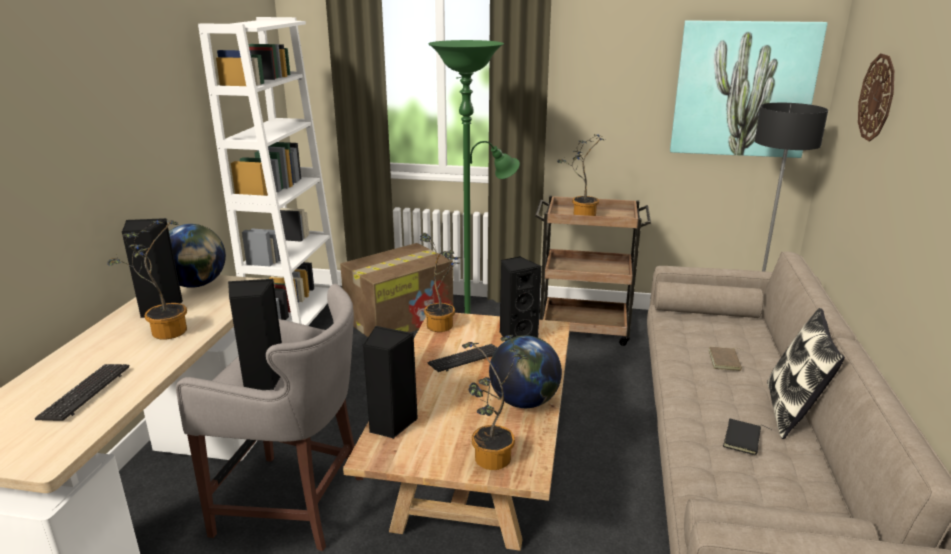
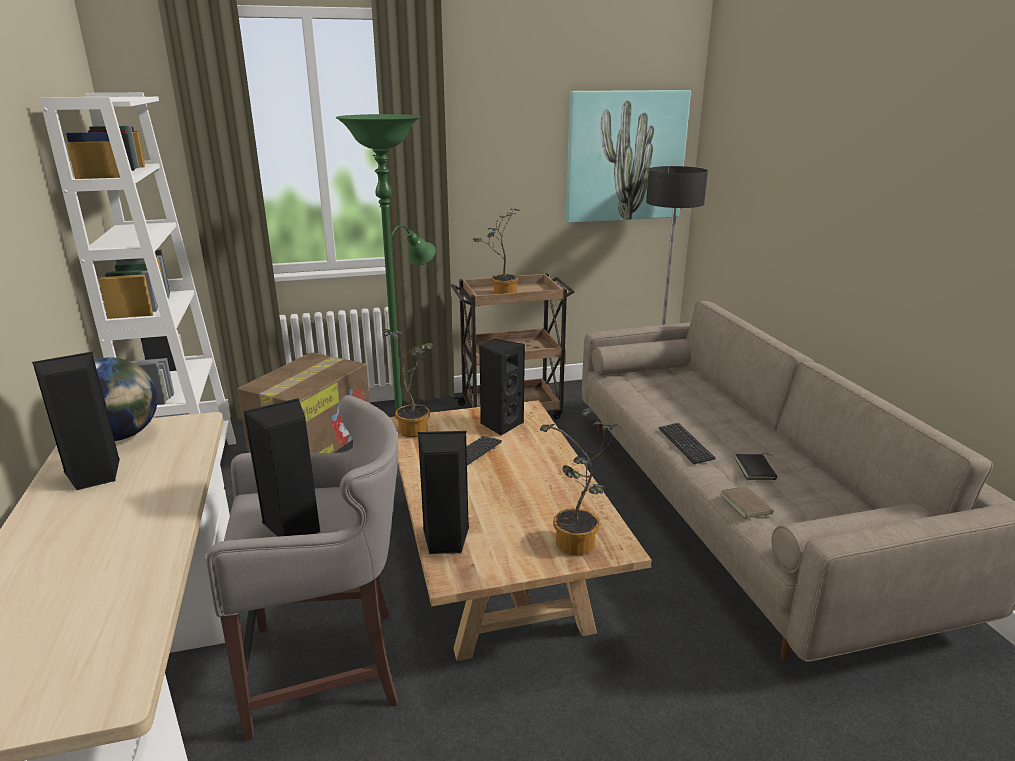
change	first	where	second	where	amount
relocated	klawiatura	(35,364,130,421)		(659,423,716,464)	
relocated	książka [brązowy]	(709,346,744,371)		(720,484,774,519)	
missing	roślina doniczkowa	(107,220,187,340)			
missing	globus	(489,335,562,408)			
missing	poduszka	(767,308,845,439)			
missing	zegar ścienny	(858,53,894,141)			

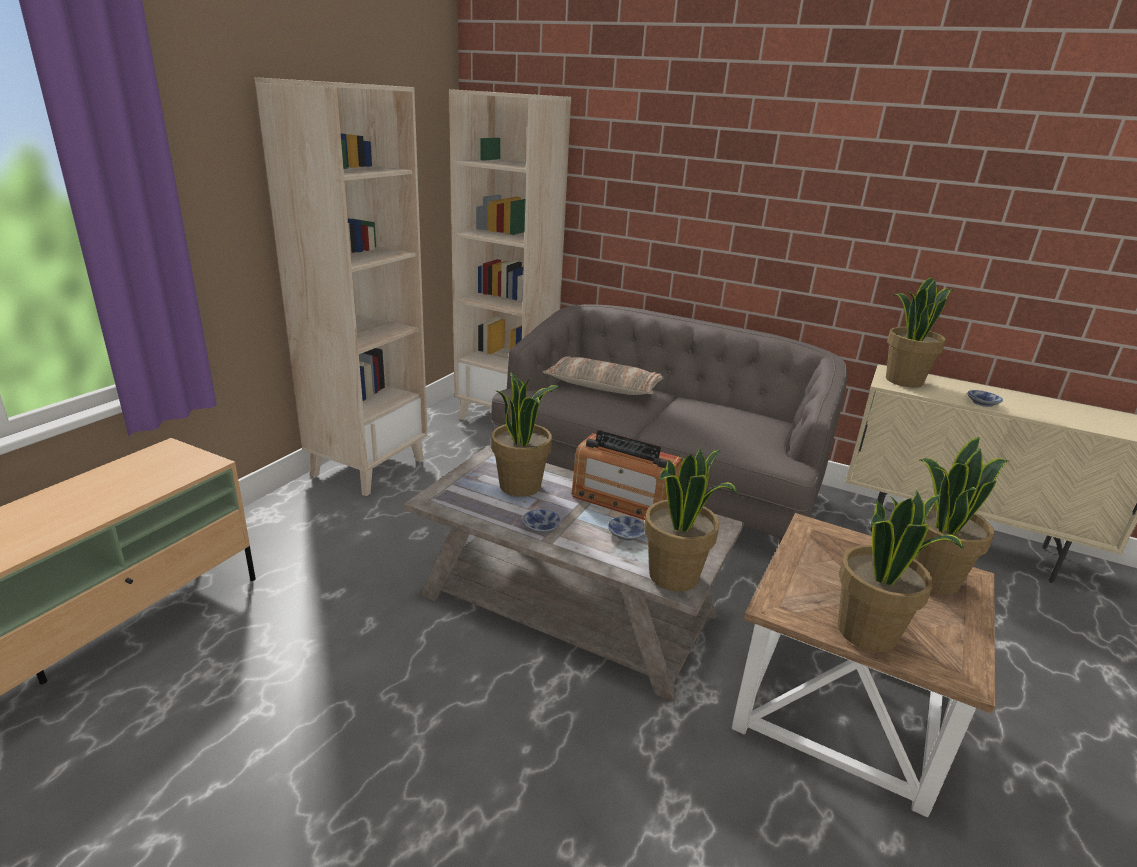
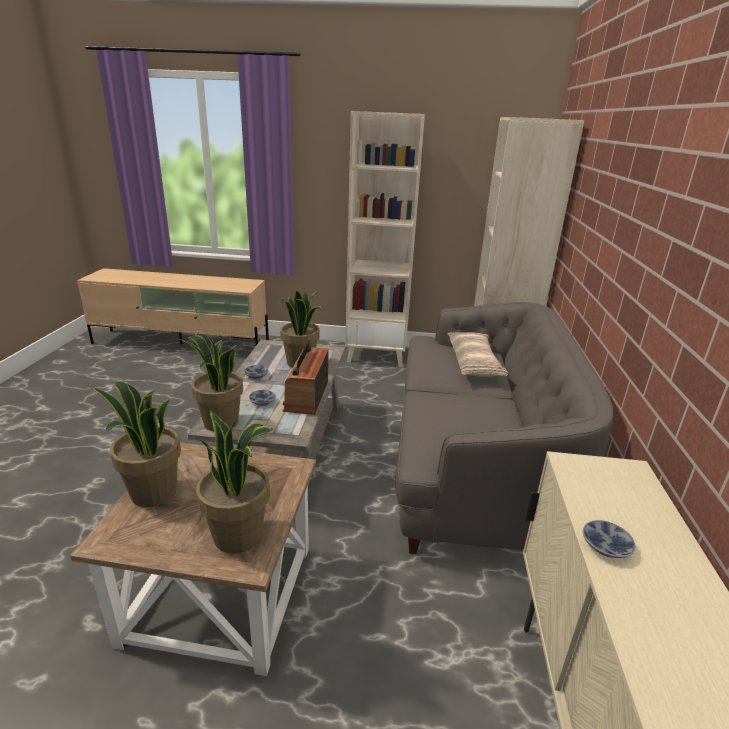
change	first	where	second	where	amount
missing	roślina doniczkowa	(886,277,953,388)			

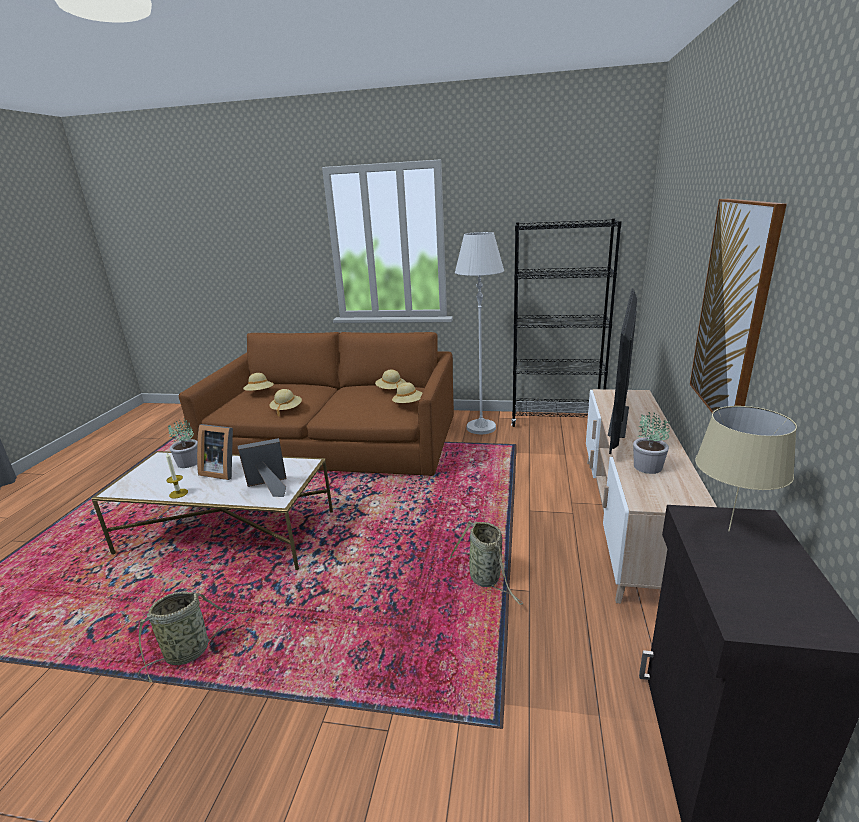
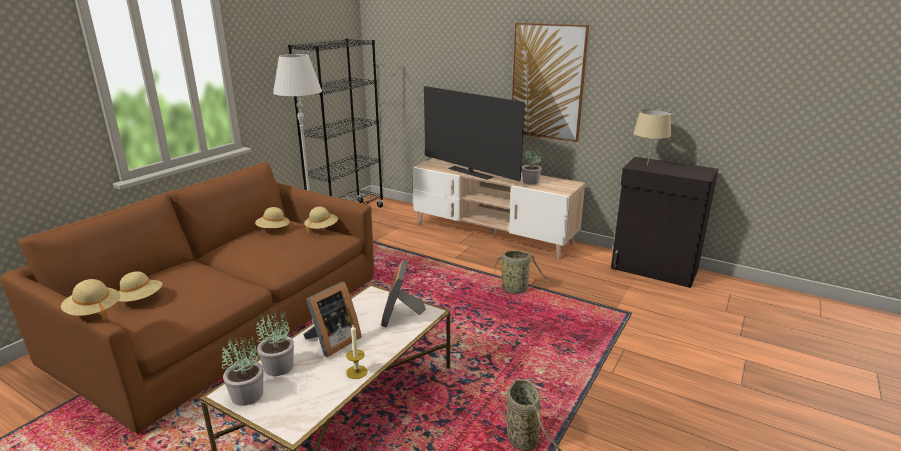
change	first	where	second	where	amount
relocated	kapelusz [beżowy]	(269,389,302,416)		(61,279,120,320)	
appeared			roślina doniczkowa	(221,334,263,406)	

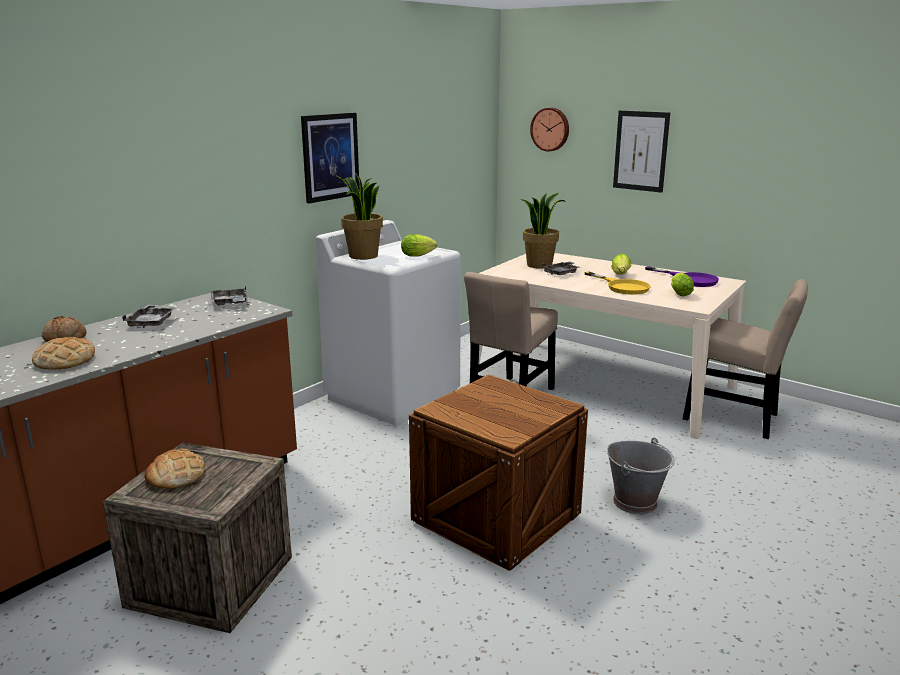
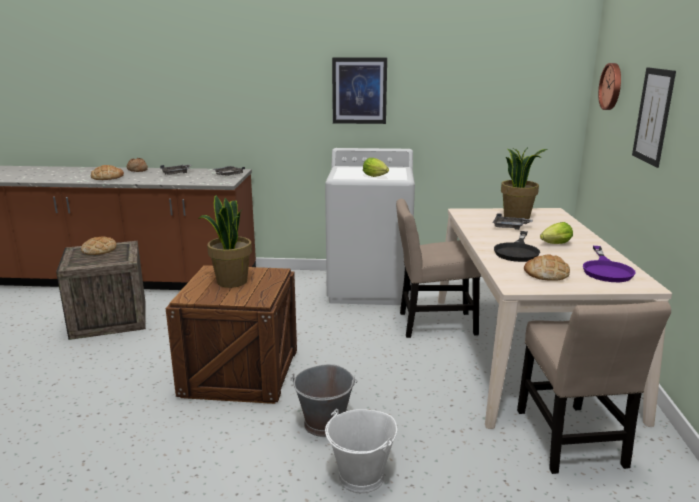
change	first	where	second	where	amount
relocated	roślina doniczkowa	(335,173,383,260)		(198,195,252,288)	
appeared			wiadro [biały]	(325,409,397,493)	
colour	patelnia [żółty]	(584,271,651,295)	patelnia [czarny]	(494,231,540,262)	
exchanged	sałata	(671,273,694,296)	chleb	(524,254,570,281)	

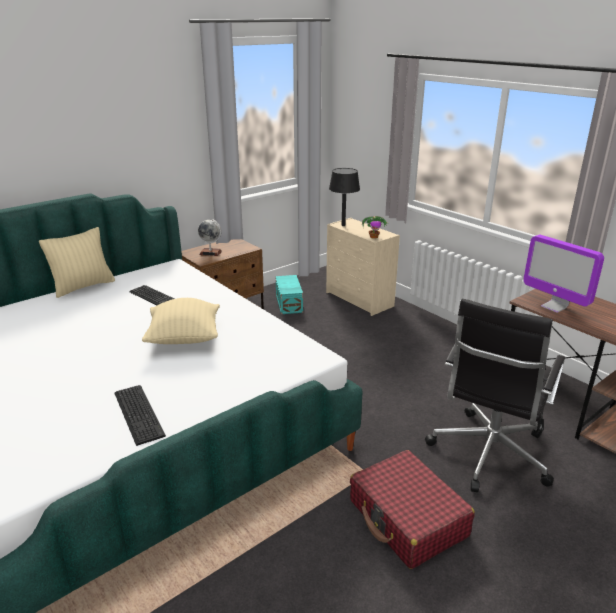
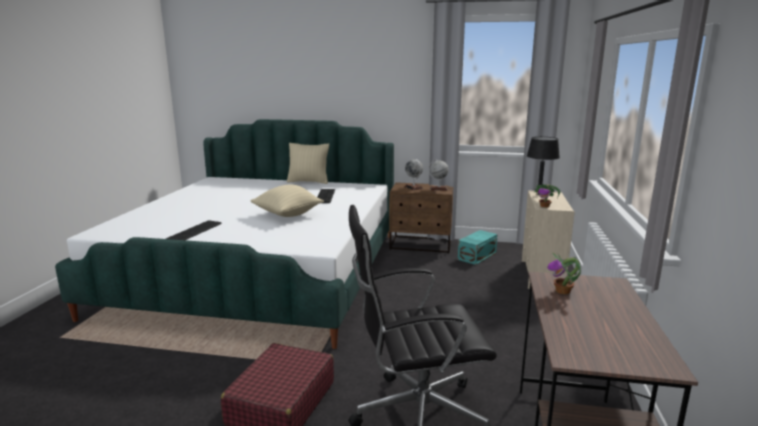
change	first	where	second	where	amount
appeared			globus	(429,160,449,191)	
exchanged	monitor	(523,235,604,313)	roślina doniczkowa	(547,253,581,294)	

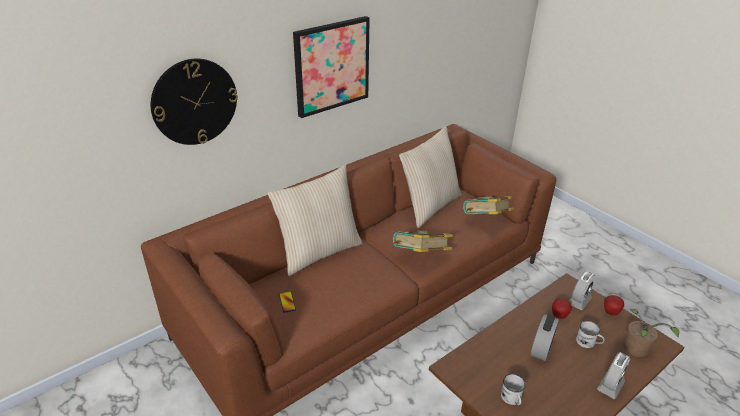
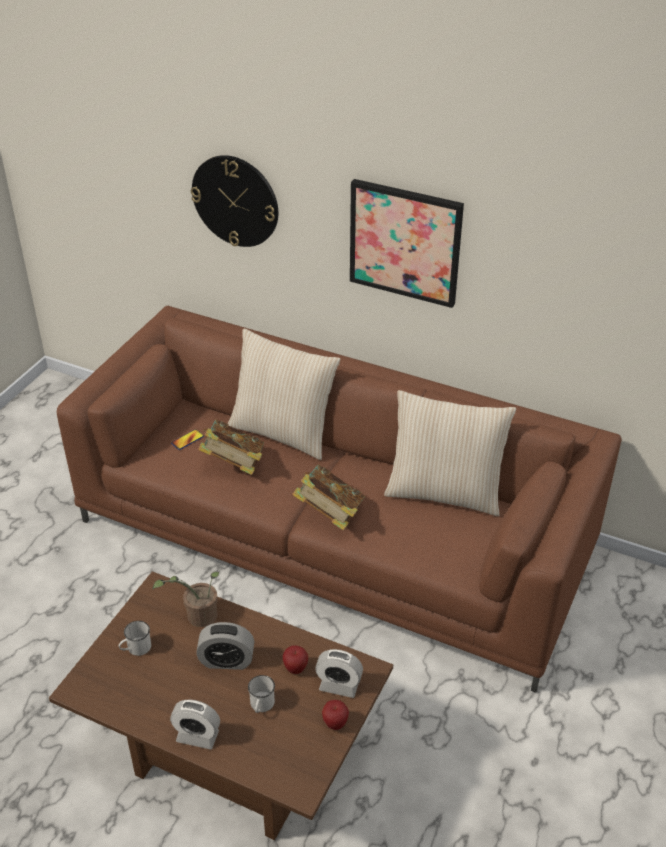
change	first	where	second	where	amount
relocated	roślina doniczkowa	(623,309,679,357)		(153,572,219,627)	
relocated	książka	(463,196,514,215)		(198,420,264,475)	

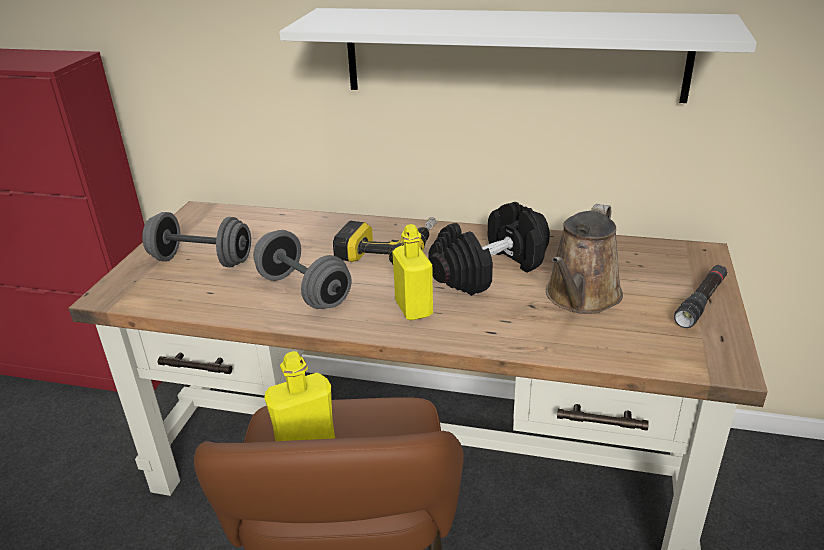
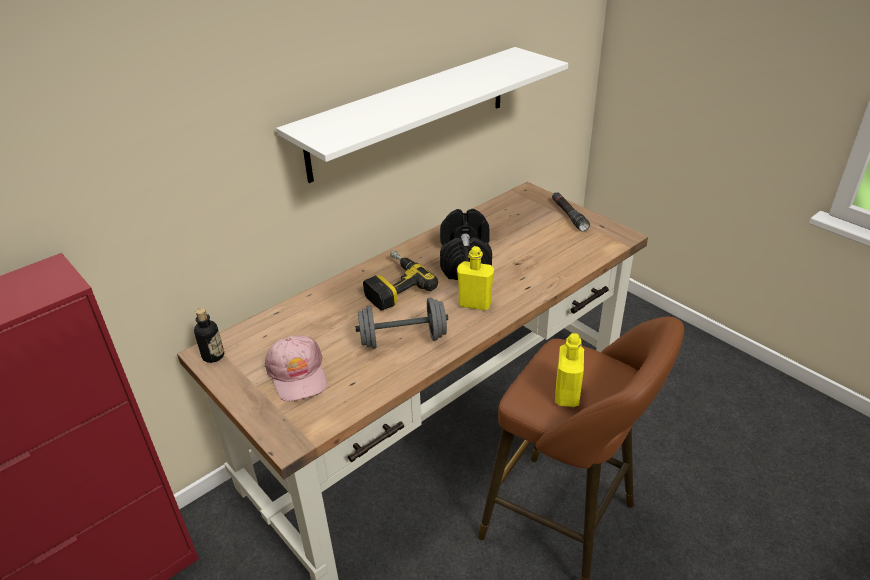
change	first	where	second	where	amount
appeared			butelka	(194,308,224,363)	
exchanged	hantel [szary]	(142,212,251,267)	czapka z daszkiem [różowy]	(264,335,327,402)	
missing	konewka [brązowy]	(546,204,623,314)			

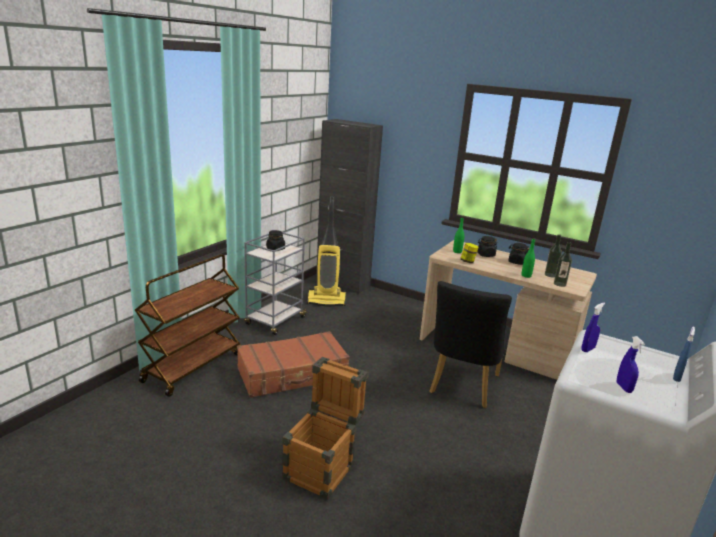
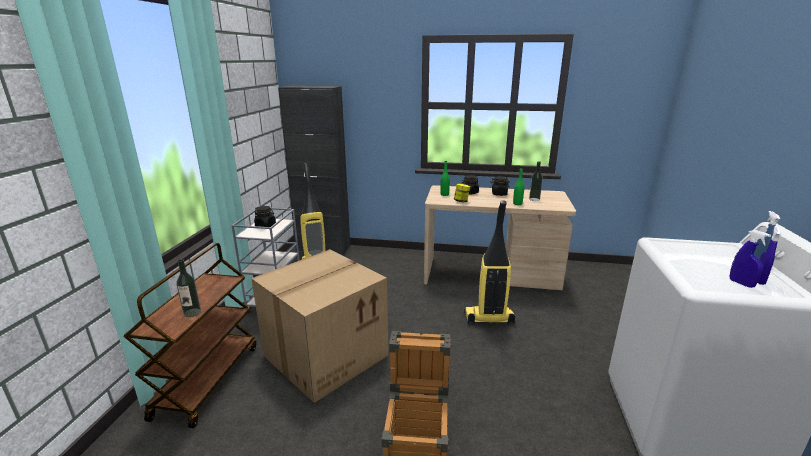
change	first	where	second	where	amount
relocated	butelka	(554,242,572,287)		(176,259,201,317)	
exchanged	walizka [brązowy]	(237,331,350,398)	karton	(251,249,388,403)	
exchanged	krzesło [czarny]	(429,281,512,408)	odkurzacz	(464,200,515,324)	
relocated	spryskiwacz [niebieski]	(581,303,605,352)		(758,226,780,285)	

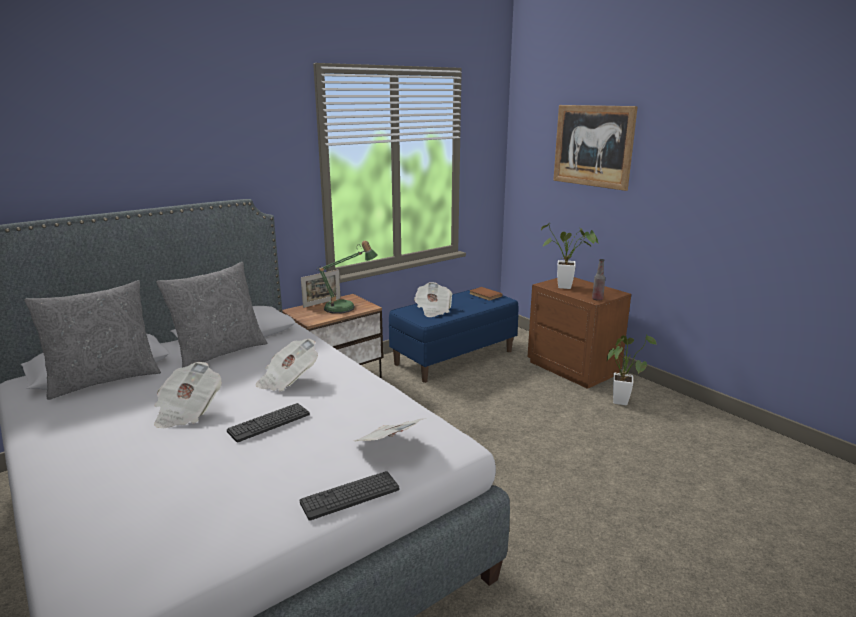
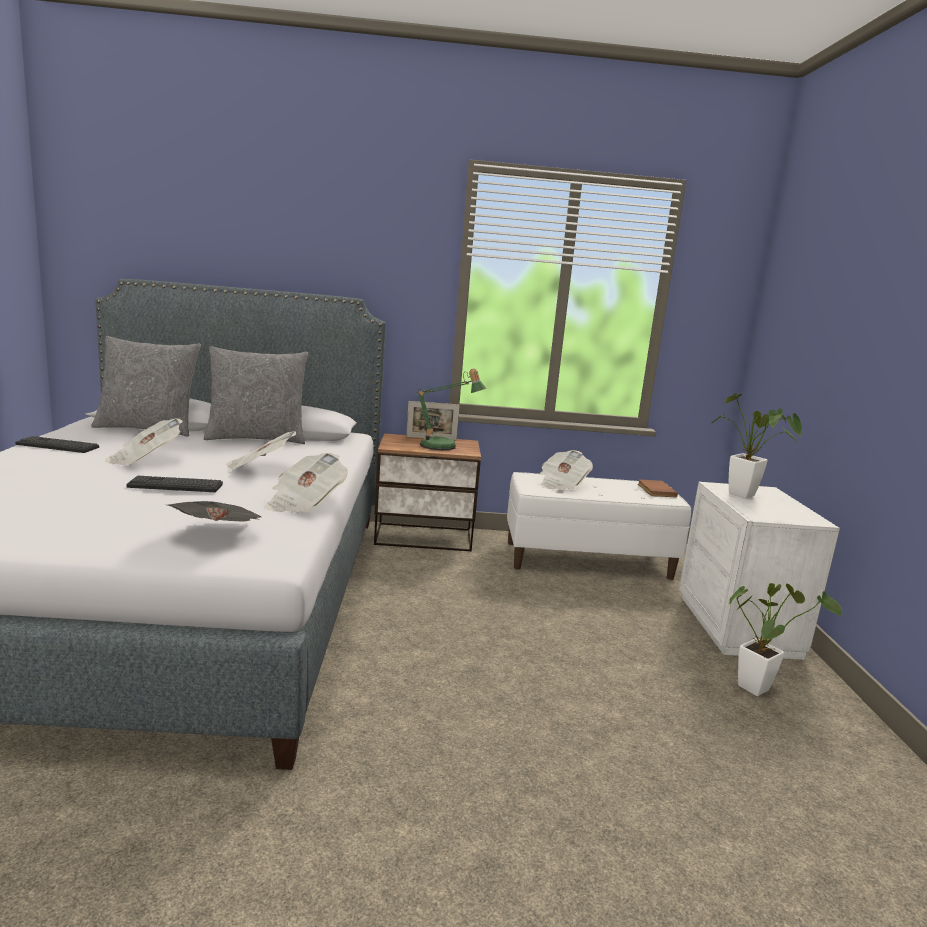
change	first	where	second	where	amount
relocated	klawiatura	(300,471,399,521)		(15,436,99,453)	
appeared			gazeta	(265,453,348,513)	
colour	ławka [niebieski]	(389,288,518,383)	ławka [biały]	(507,472,691,580)	
colour	szafka nocna [brązowy]	(527,277,631,389)	szafka nocna [biały]	(679,482,840,660)	
missing	obraz	(553,105,638,191)			
missing	butelka	(592,259,605,301)			

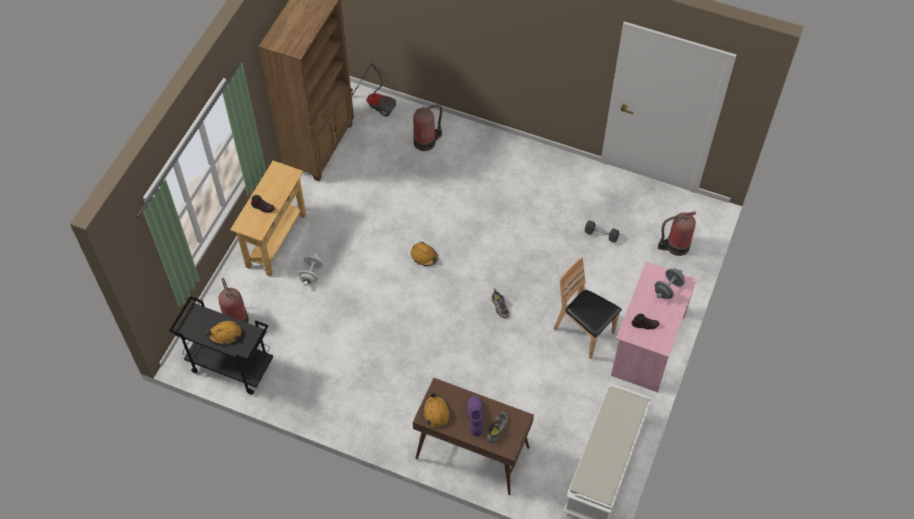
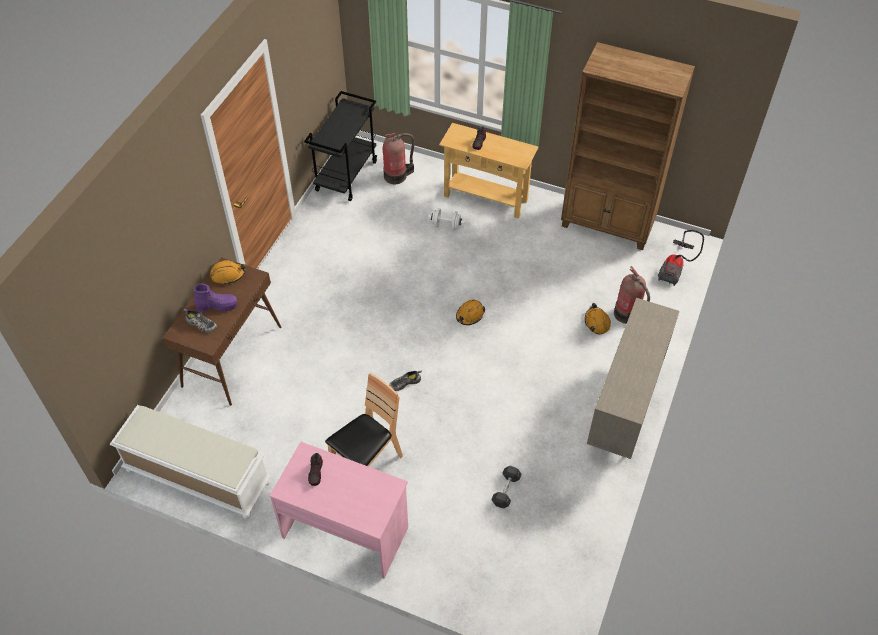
change	first	where	second	where	amount
relocated	kask [pomarańczowy]	(206,321,242,345)		(585,303,611,334)	
appeared			szafka [beżowy]	(587,298,680,459)	
missing	hantel [szary]	(655,269,685,299)			
missing	gaśnica	(658,211,696,256)			

